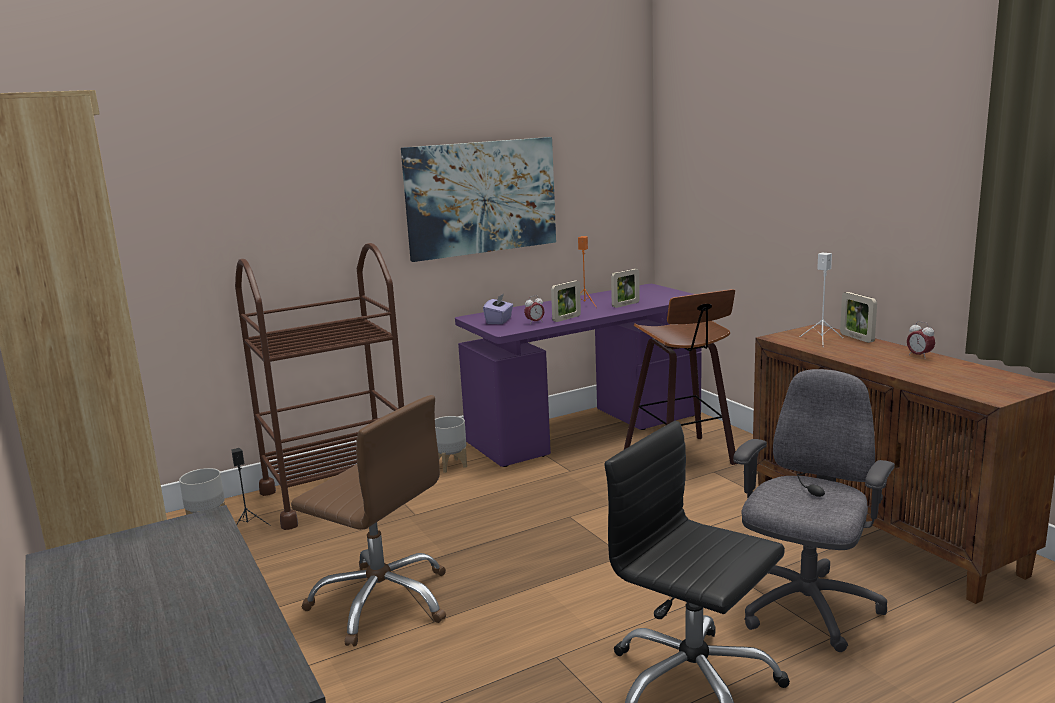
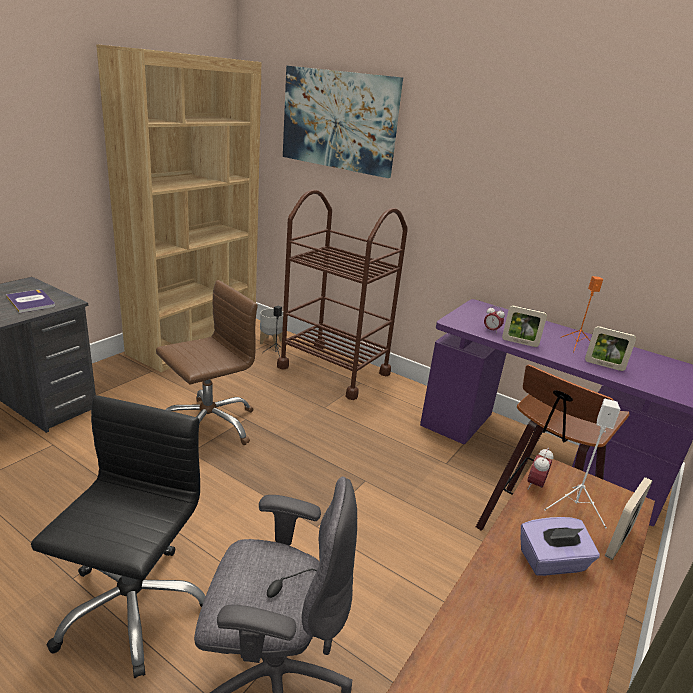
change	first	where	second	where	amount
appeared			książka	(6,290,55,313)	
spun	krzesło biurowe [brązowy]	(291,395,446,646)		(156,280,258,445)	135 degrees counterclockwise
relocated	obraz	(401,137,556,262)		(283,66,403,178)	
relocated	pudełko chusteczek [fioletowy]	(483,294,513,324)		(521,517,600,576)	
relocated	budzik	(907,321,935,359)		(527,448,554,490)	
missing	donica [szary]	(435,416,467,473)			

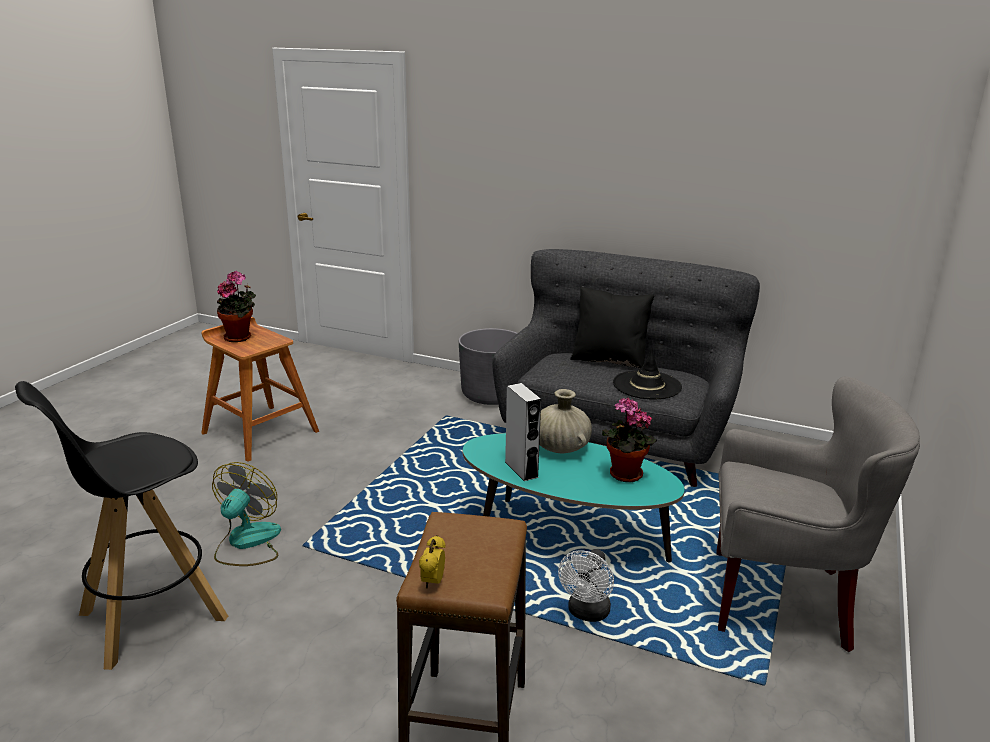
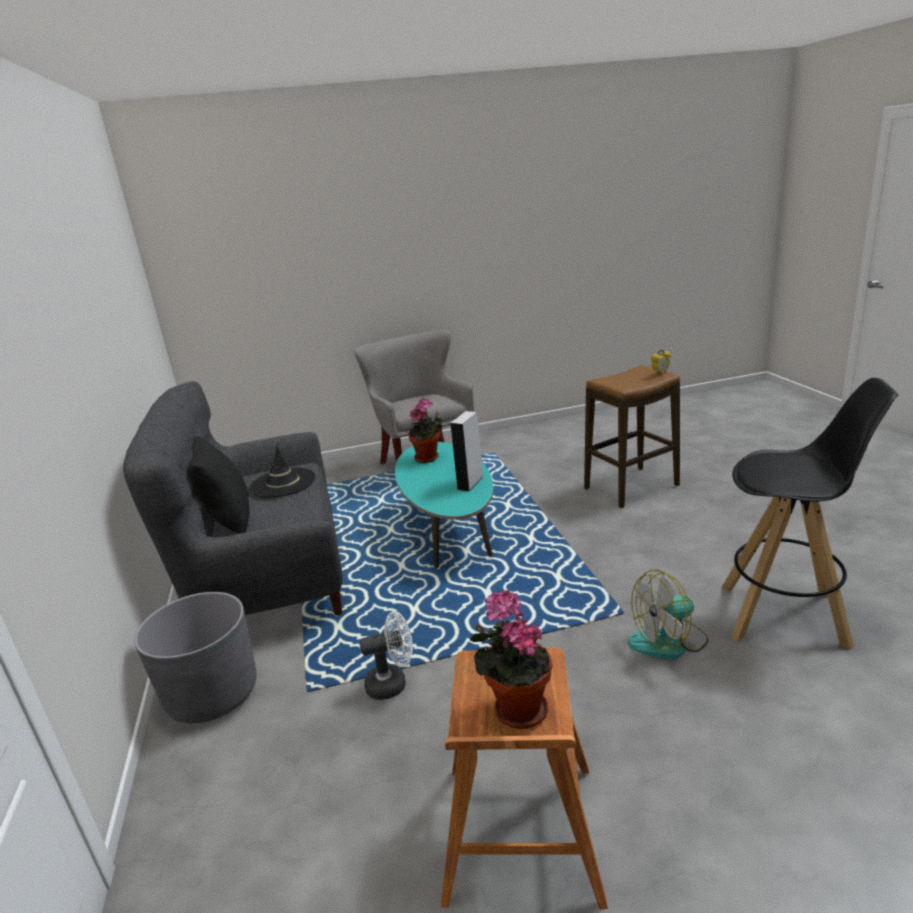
change	first	where	second	where	amount
relocated	wentylator [biały]	(558,549,614,622)		(359,611,413,700)	
missing	wazon [beżowy]	(539,389,592,453)			

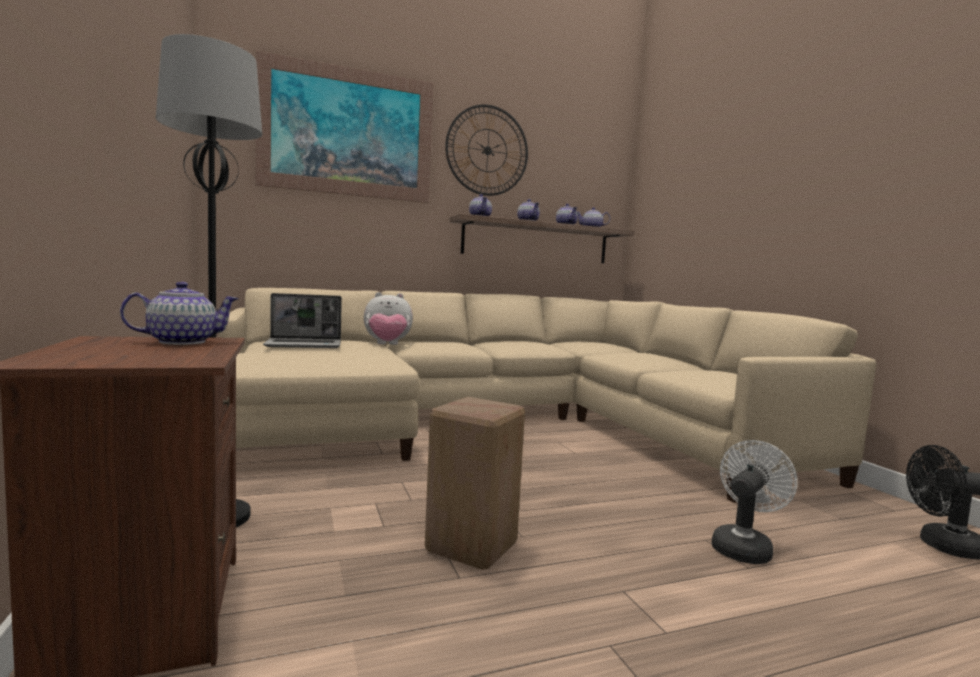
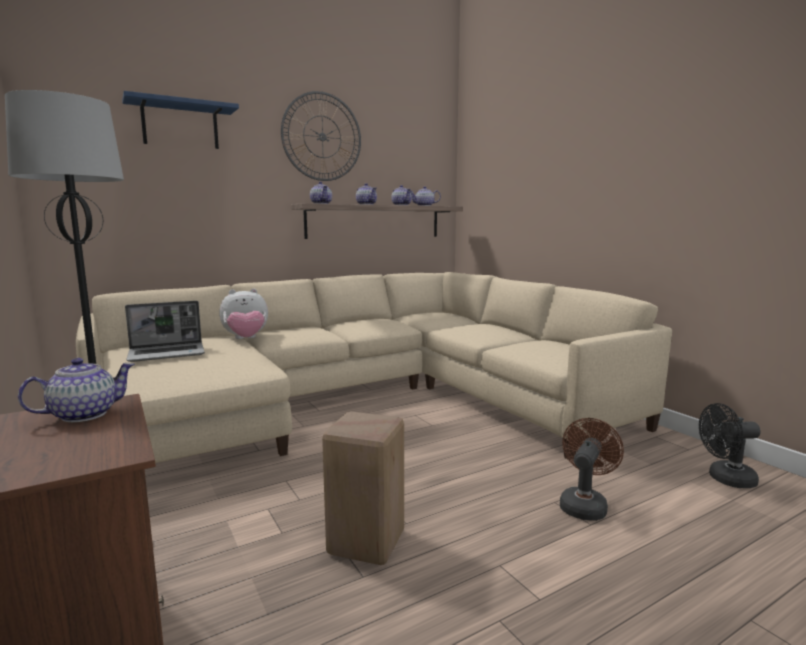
change	first	where	second	where	amount
exchanged	obraz	(256,51,434,203)	półka [niebieski]	(122,91,239,149)	
colour	wentylator [biały]	(712,440,797,564)	wentylator [brązowy]	(560,418,624,521)	

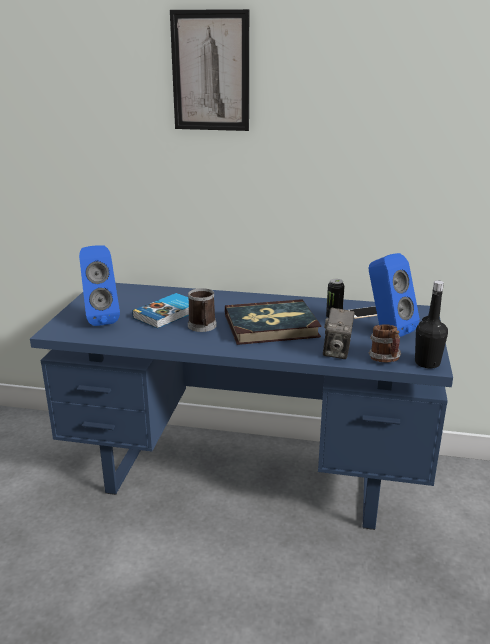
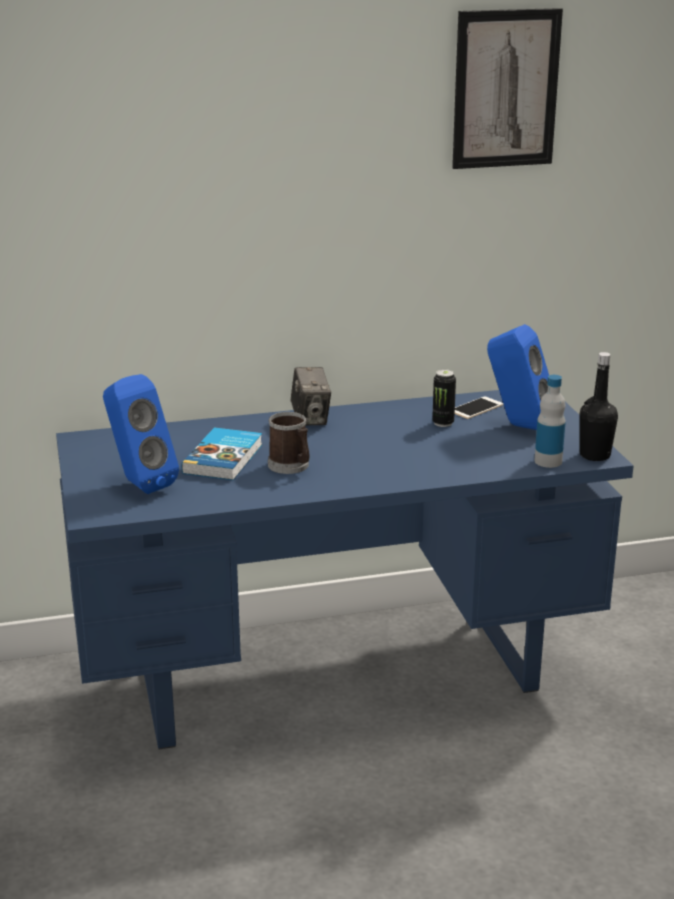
change	first	where	second	where	amount
relocated	aparat fotograficzny	(323,308,355,359)		(291,367,331,425)	
relocated	obraz	(170,9,249,131)		(452,8,563,169)	
exchanged	kubek	(369,324,401,362)	butelka	(534,375,566,468)	
missing	książka	(225,299,322,345)			

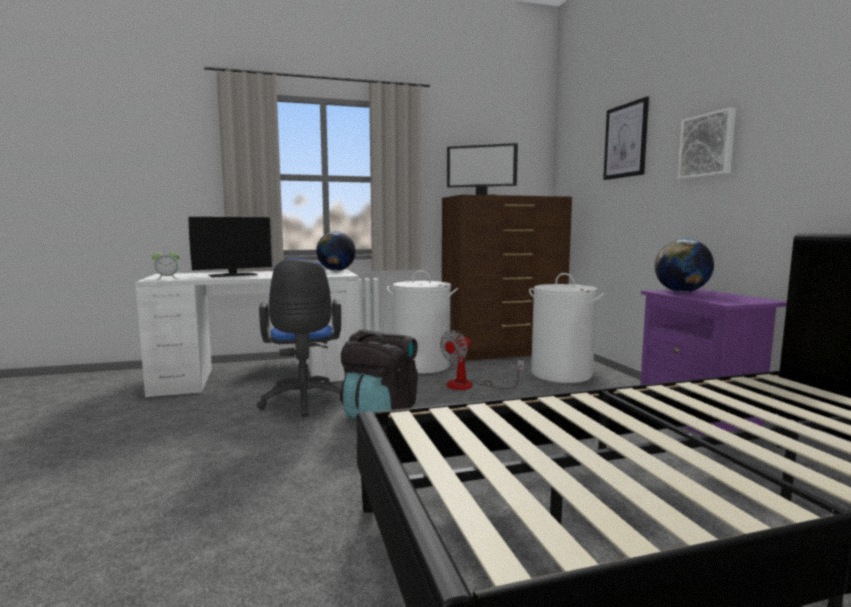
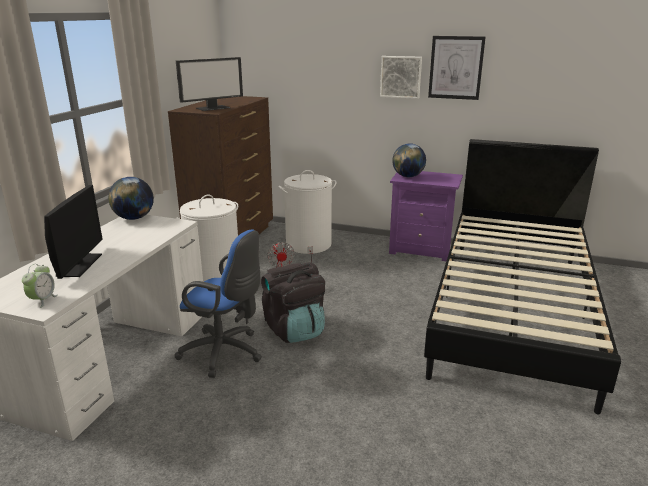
change	first	where	second	where	amount
relocated	obraz	(603,96,649,180)		(428,36,486,100)	

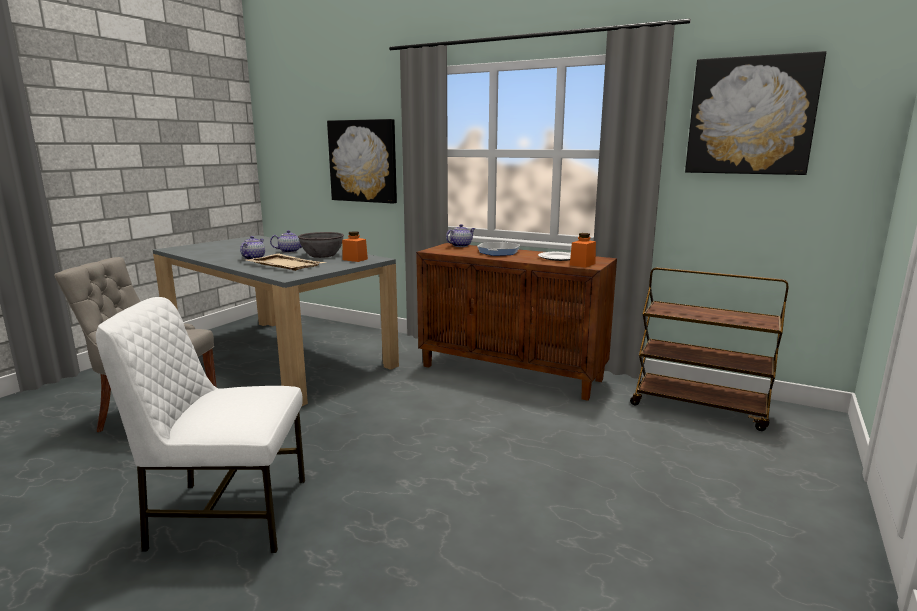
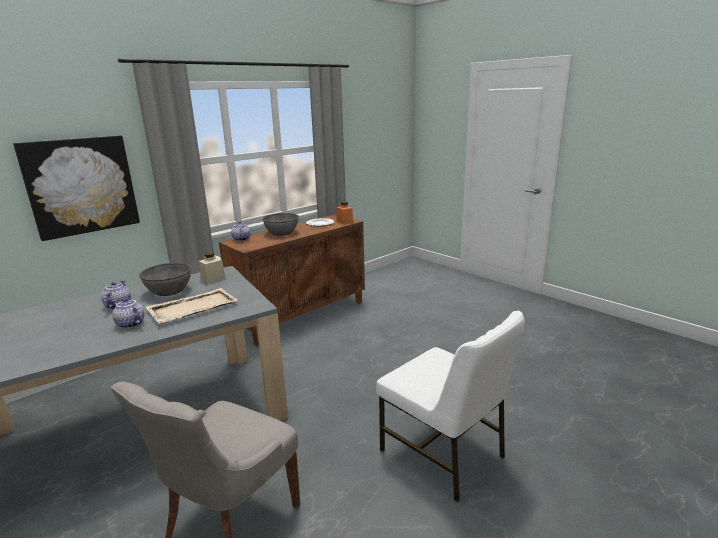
change	first	where	second	where	amount
colour	słoik [pomarańczowy]	(342,231,368,262)	słoik [beżowy]	(199,252,226,284)	
exchanged	patelnia	(477,242,520,256)	miska [szary]	(262,213,299,236)	
spun	krzesło [biały]	(96,297,305,553)		(376,311,525,502)	60 degrees counterclockwise
missing	wózek [brązowy]	(630,267,788,431)			
missing	obraz	(685,51,826,175)			

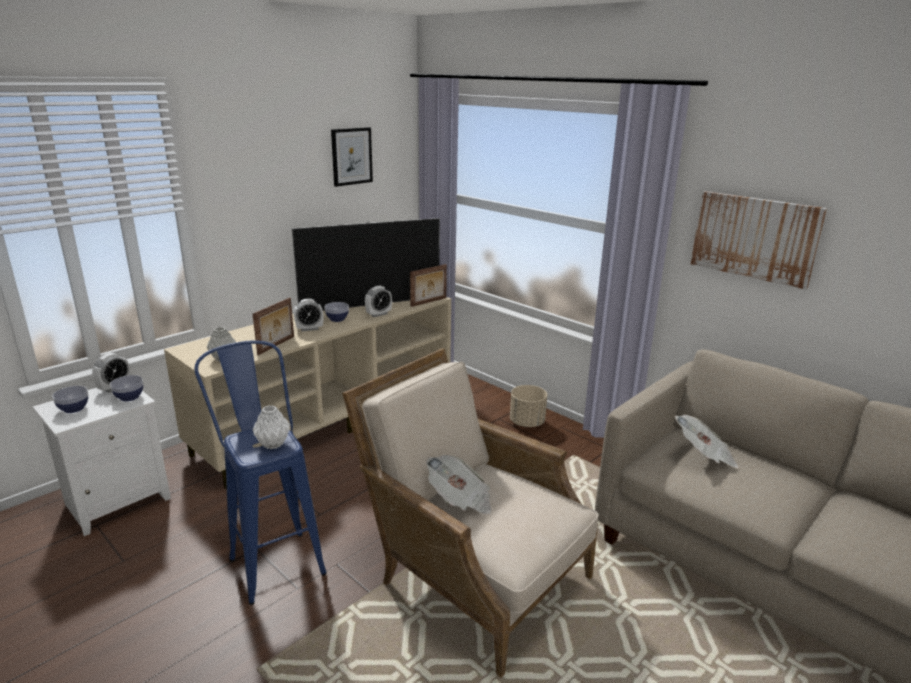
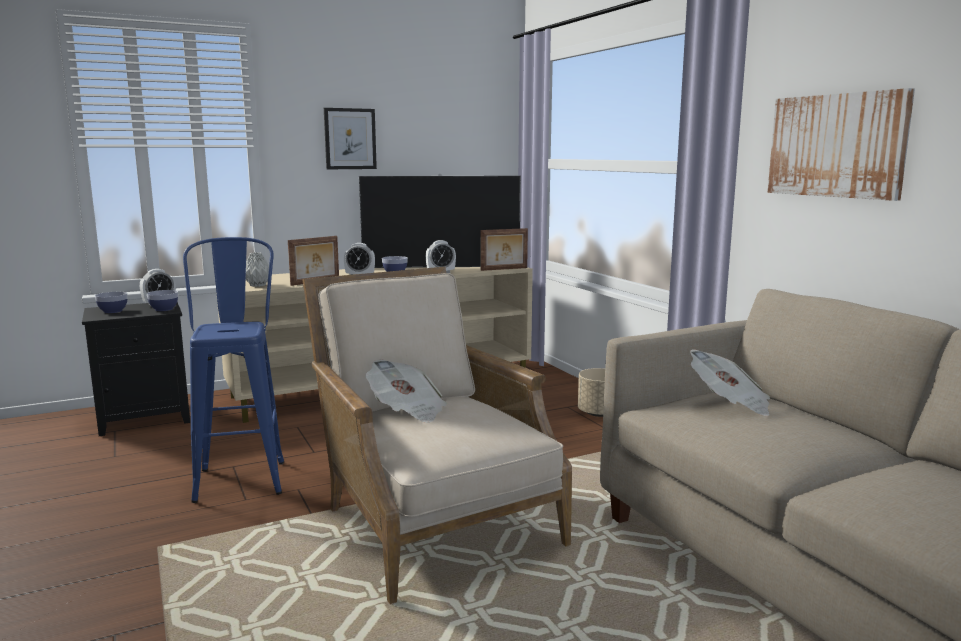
change	first	where	second	where	amount
colour	szafka nocna [biały]	(33,388,171,536)	szafka nocna [czarny]	(82,302,190,436)	
relocated	obraz	(331,127,373,187)		(324,108,377,169)	
missing	wazon [biały]	(252,405,290,449)			

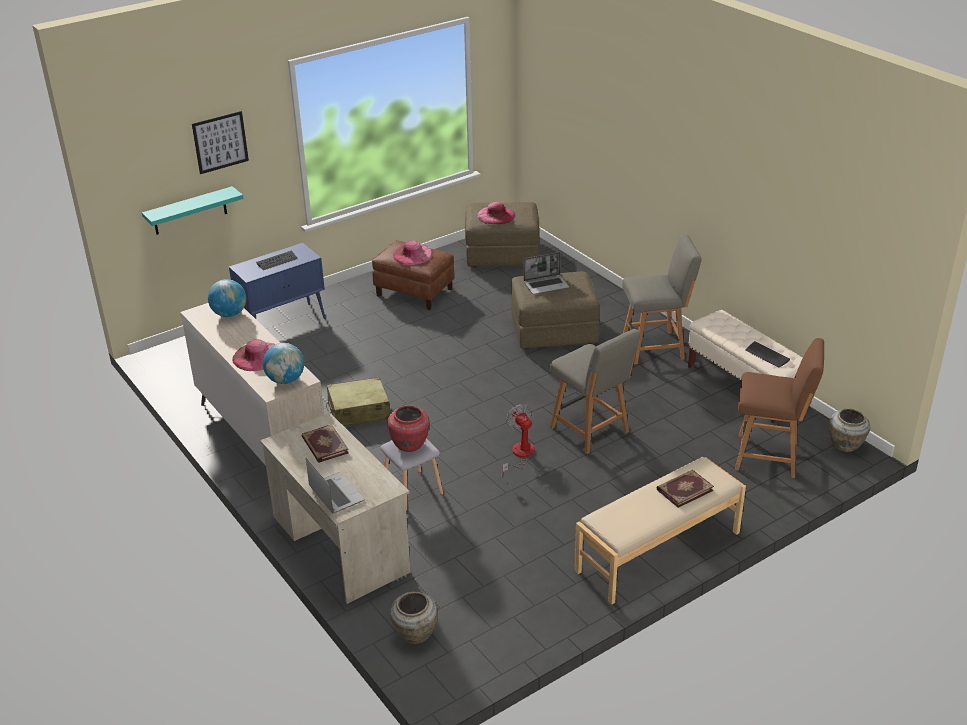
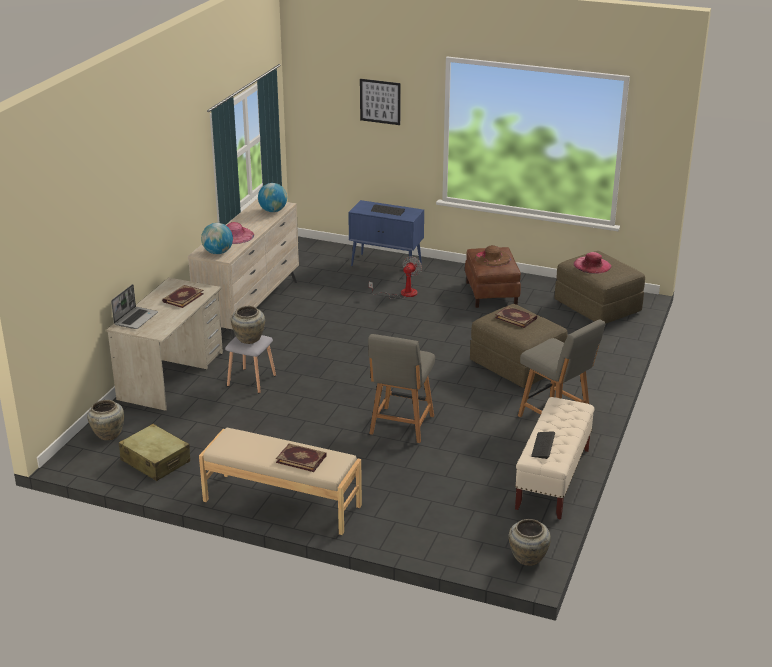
change	first	where	second	where	amount
relocated	walizka [beżowy]	(326,377,390,426)		(119,424,190,481)	
colour	wazon [czerwony]	(387,405,430,452)	wazon [beżowy]	(231,306,265,344)	
relocated	wentylator	(501,404,535,477)		(369,256,422,299)	
colour	kapelusz [różowy]	(393,241,433,265)	kapelusz [brązowy]	(474,245,511,266)	
exchanged	laptop	(523,252,569,294)	książka	(495,306,537,328)	
missing	półka [turkusowy]	(142,186,244,235)			
missing	krzesło [brązowy]	(735,338,824,478)			

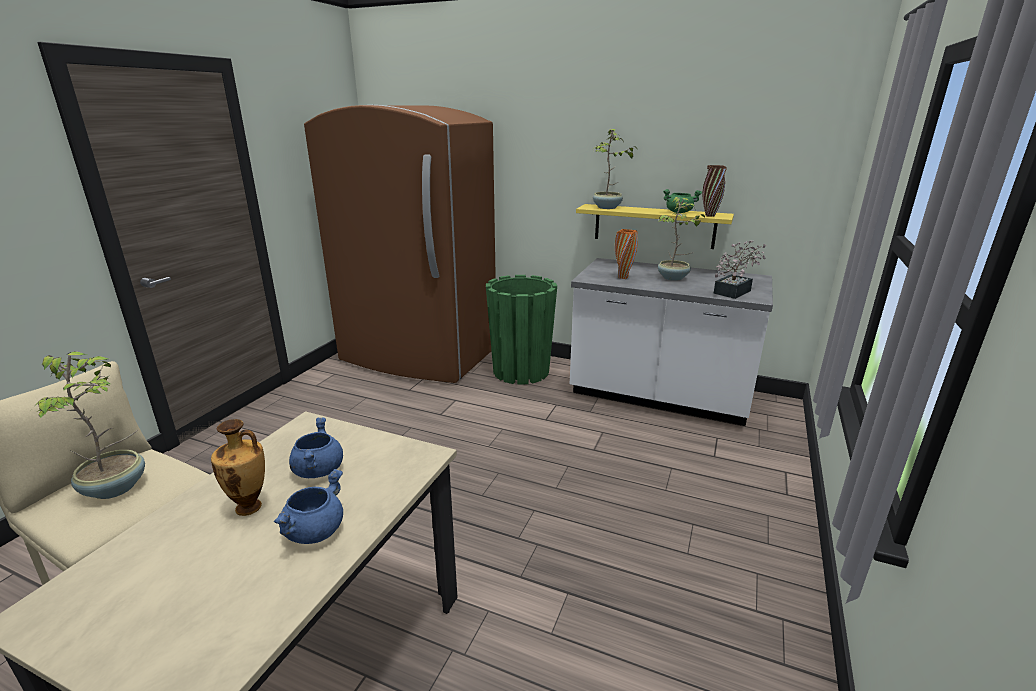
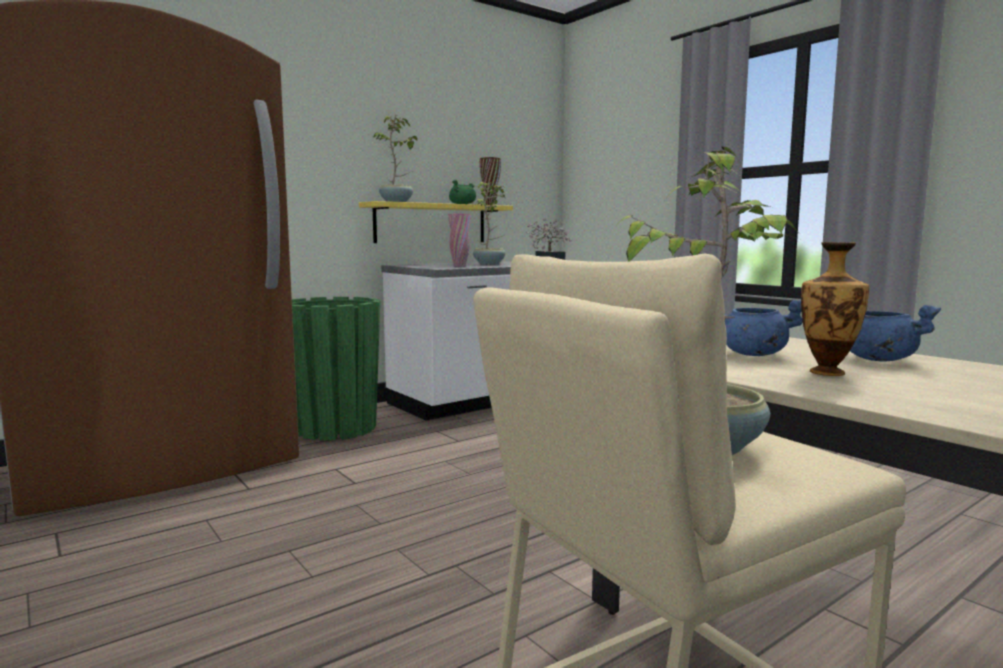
change	first	where	second	where	amount
colour	wazon [pomarańczowy]	(615,229,638,279)	wazon [różowy]	(448,213,471,266)	

